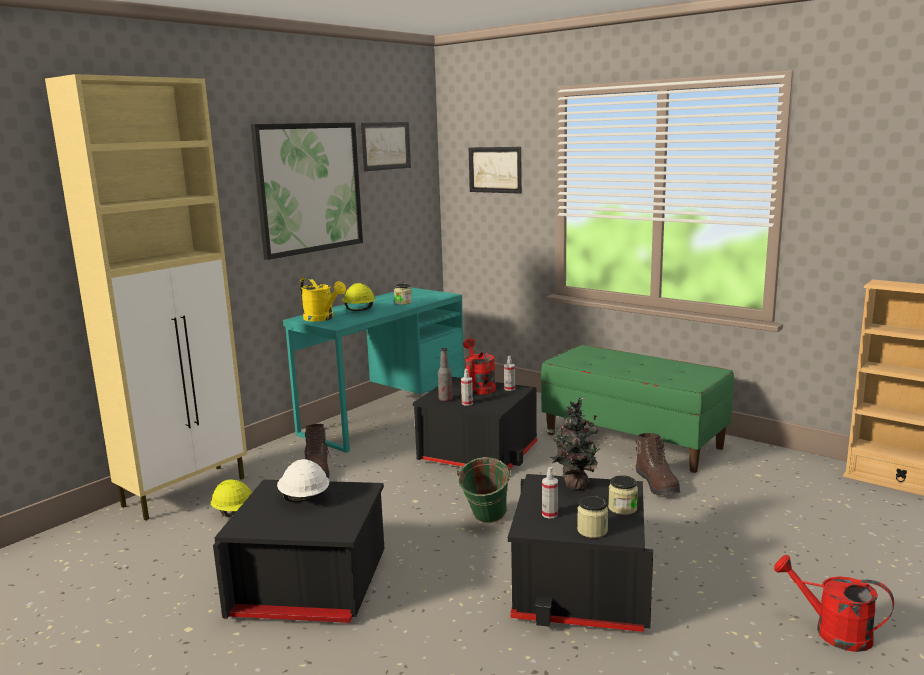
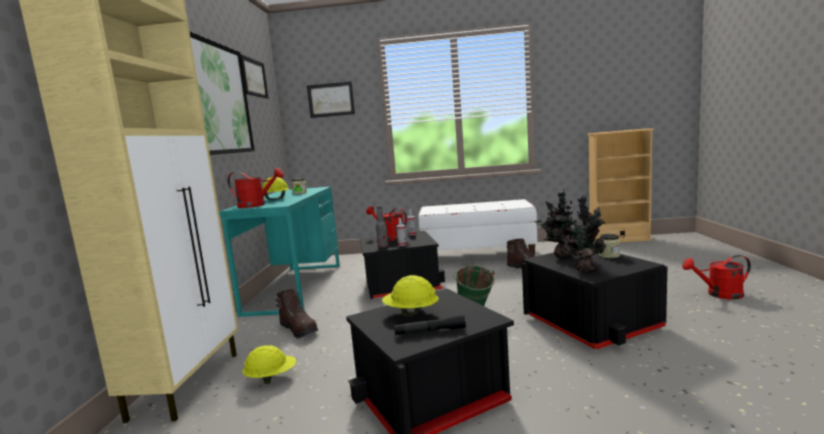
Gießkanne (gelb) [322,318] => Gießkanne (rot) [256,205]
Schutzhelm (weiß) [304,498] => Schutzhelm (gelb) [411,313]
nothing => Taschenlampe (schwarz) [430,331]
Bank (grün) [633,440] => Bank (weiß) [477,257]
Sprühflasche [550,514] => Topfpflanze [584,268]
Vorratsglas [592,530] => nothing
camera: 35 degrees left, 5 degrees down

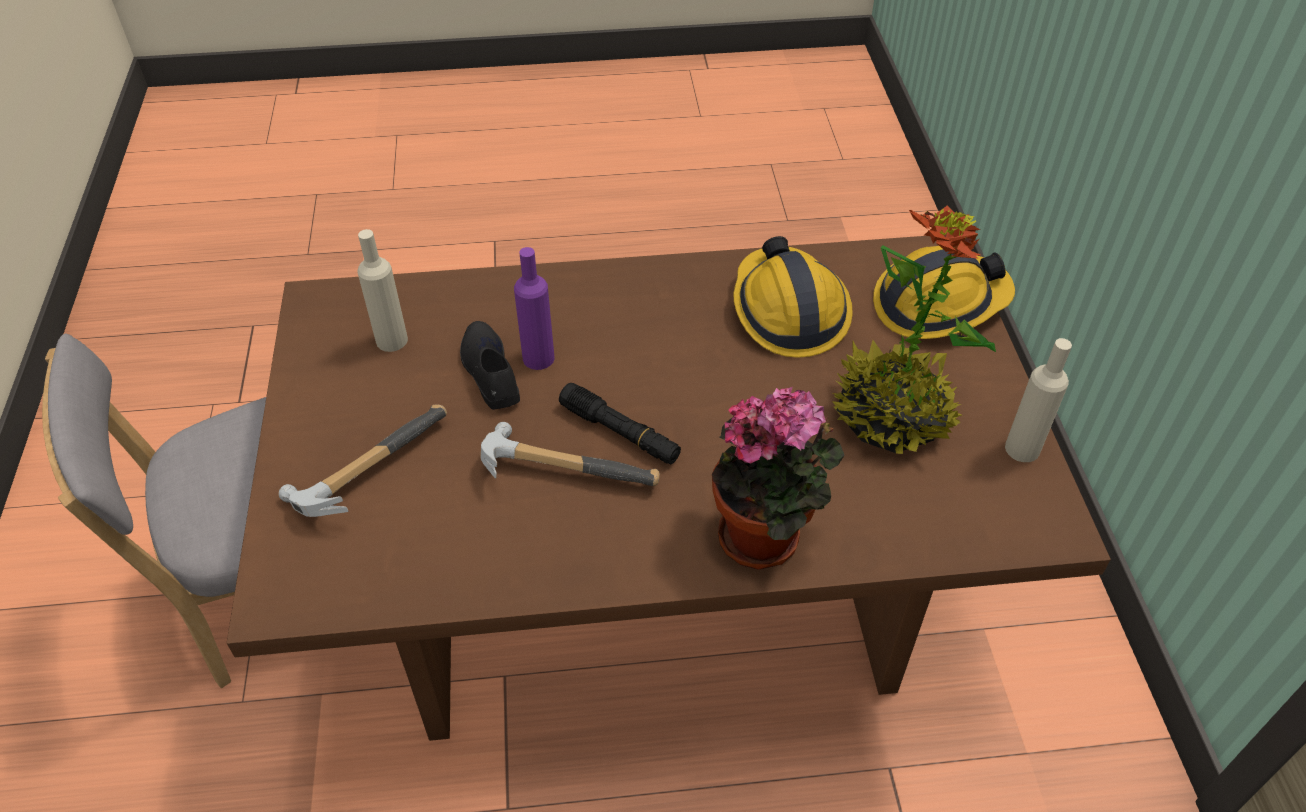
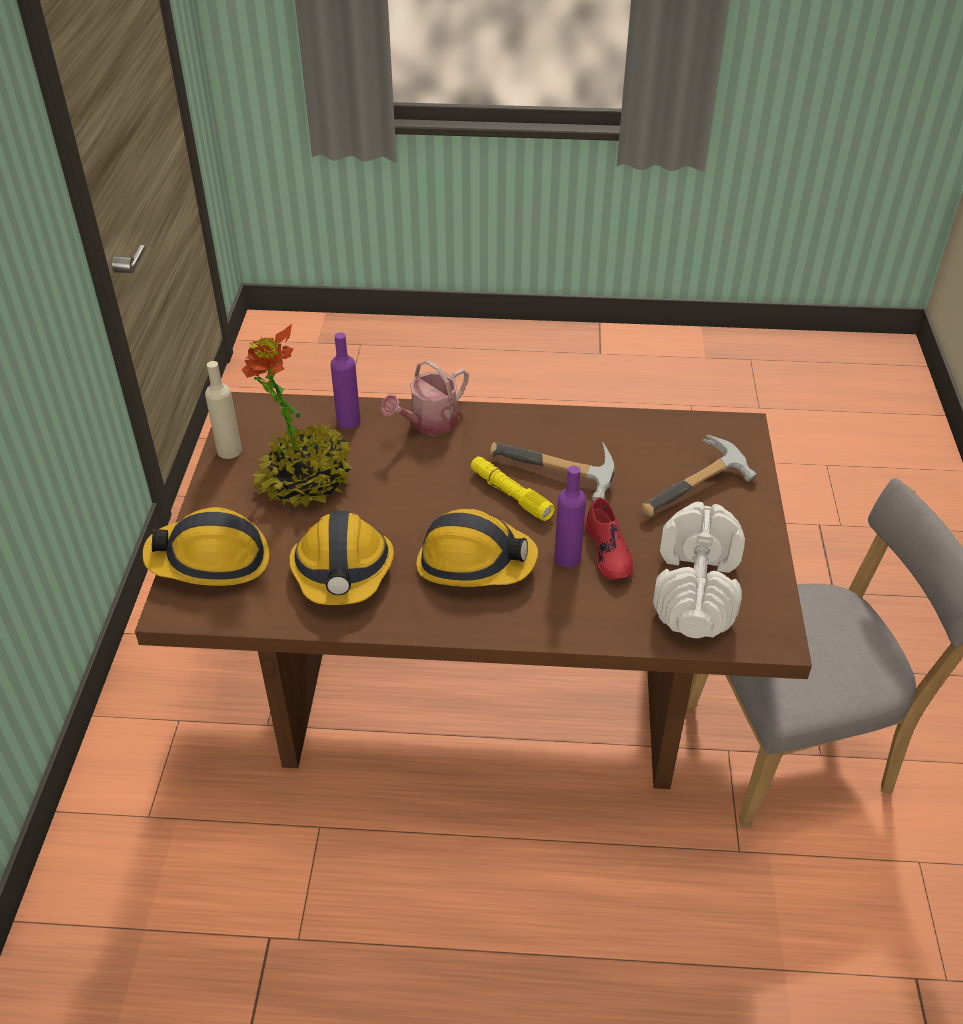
nothing => Flasche (lila) [348,421]
Topfpflanze [766,537] => Gießkanne [428,423]
nothing => Schutzhelm [474,562]
Taschenlampe (schwarz) [620,432] => Taschenlampe (gelb) [510,494]
Schuh (schwarz) [490,372] => Schuh (rot) [608,551]
Flasche (beige) [392,340] => Hantel (weiß) [695,589]
camera: 170 degrees left, 5 degrees down

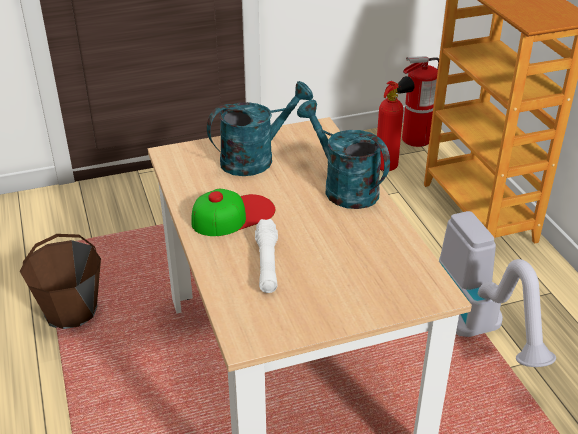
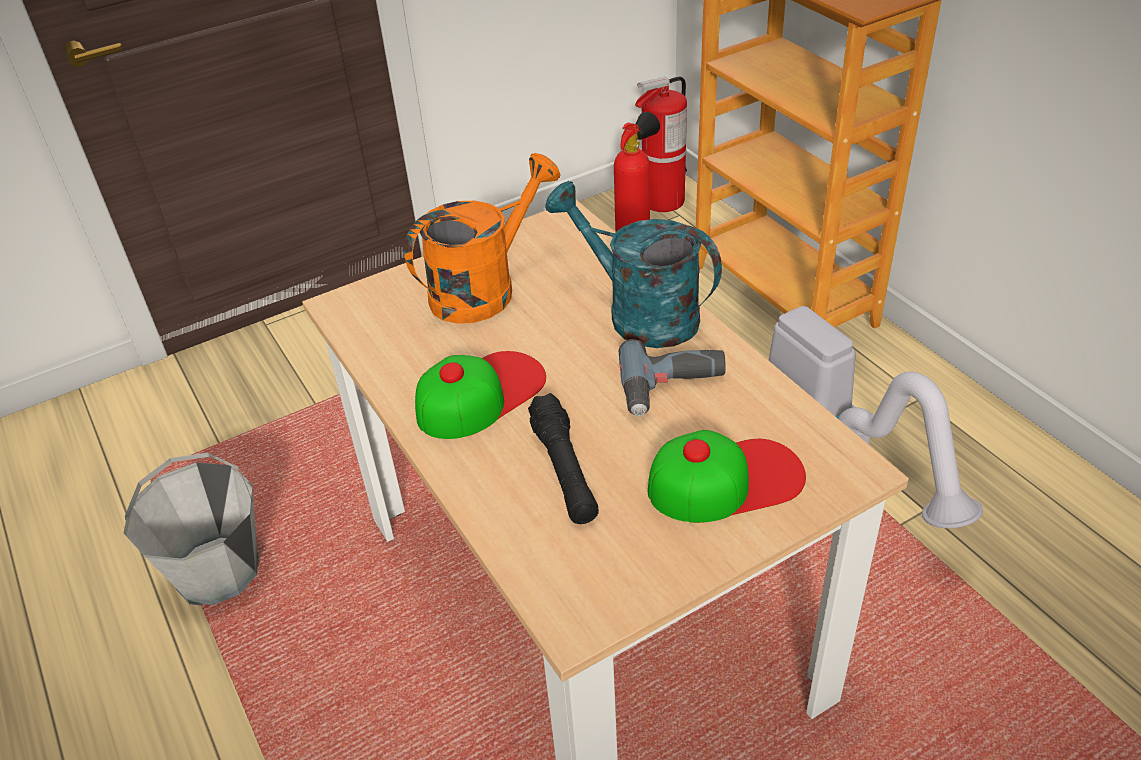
Eimer (braun) [71,311] => Eimer (grau) [218,572]
Gießkanne (türkis) [256,158] => Gießkanne (orange) [484,288]
Taschenlampe (weiß) [267,263] => Taschenlampe (schwarz) [564,469]
nothing => Bohrmaschine [673,388]
nothing => Kappe [726,480]
camera: 10 degrees left, 5 degrees up

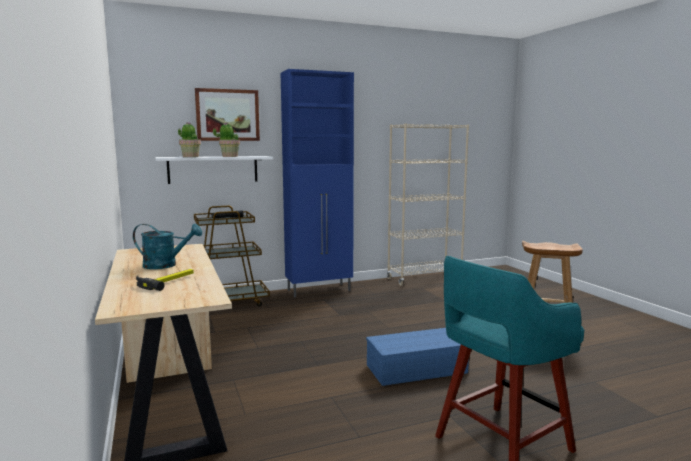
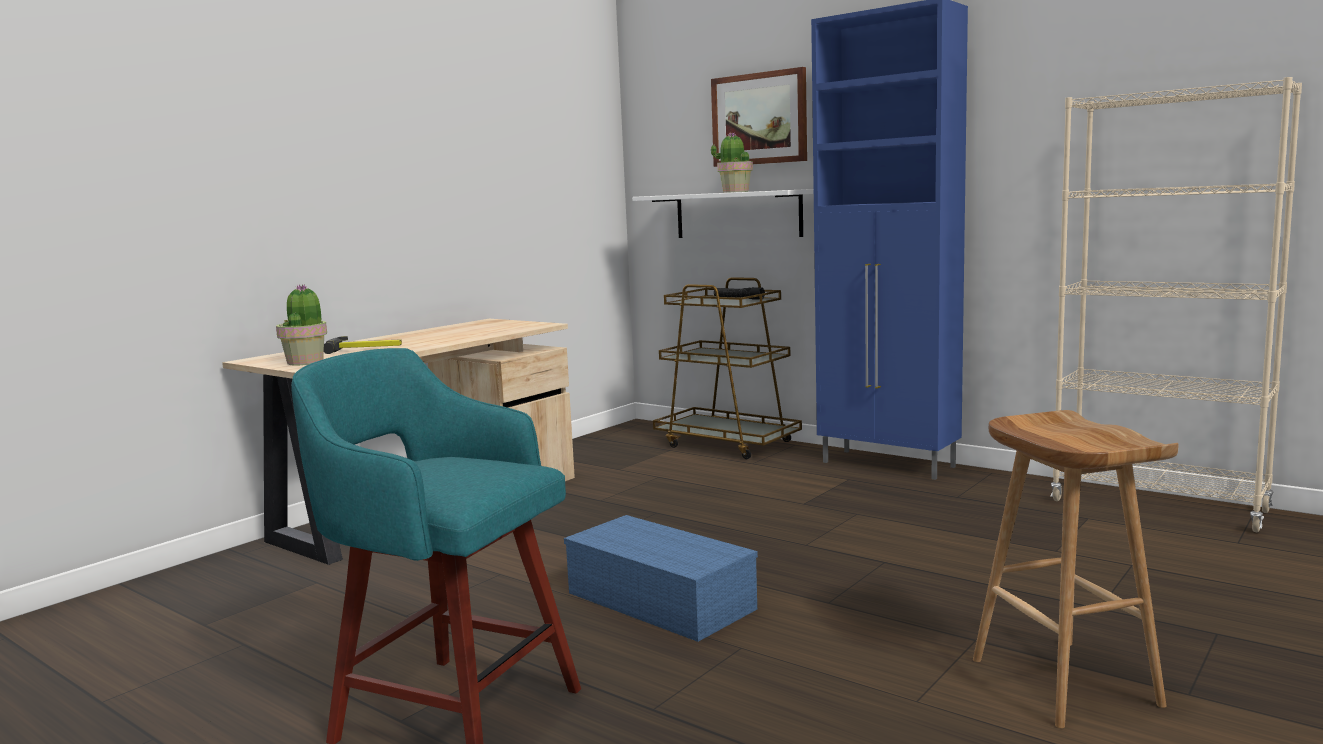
Topfpflanze [190,156] => Topfpflanze [306,362], moved
Gießkanne (türkis) [166,265] => nothing
camera: 60 degrees right, 0 degrees up

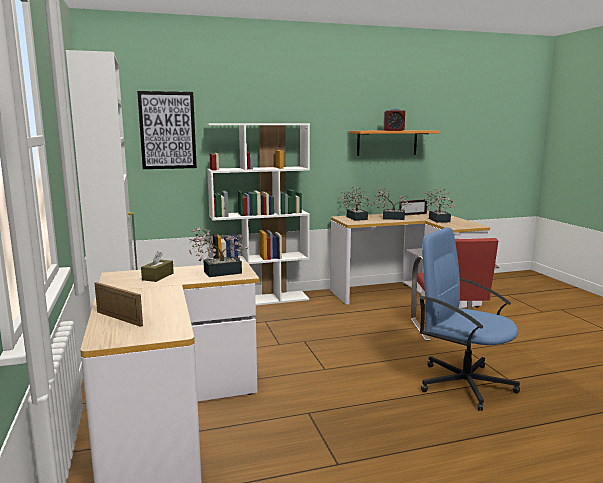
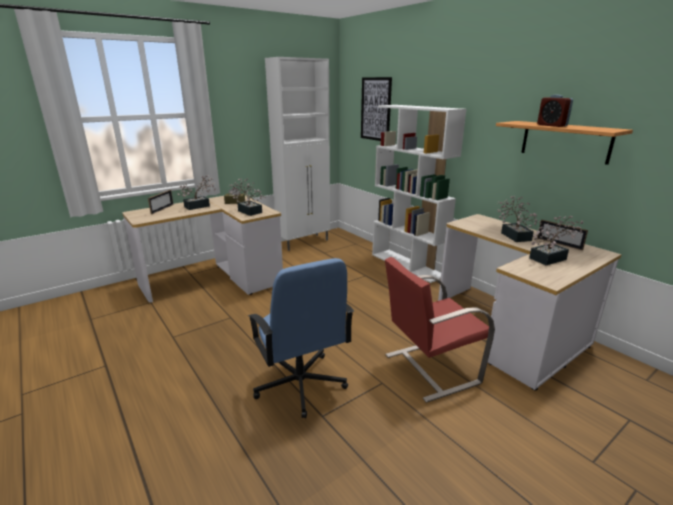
Topfpflanze [356,217] => Topfpflanze [200,206], moved
Bürostuhl (blau) [464,383] => Bürostuhl (blau) [300,384], 135 degrees clockwise
camera: 70 degrees right, 10 degrees up

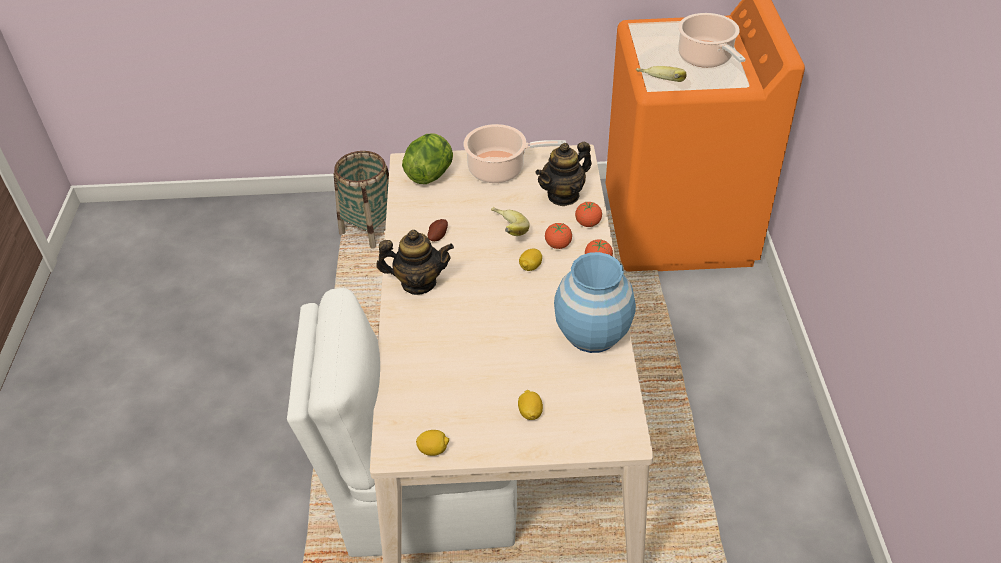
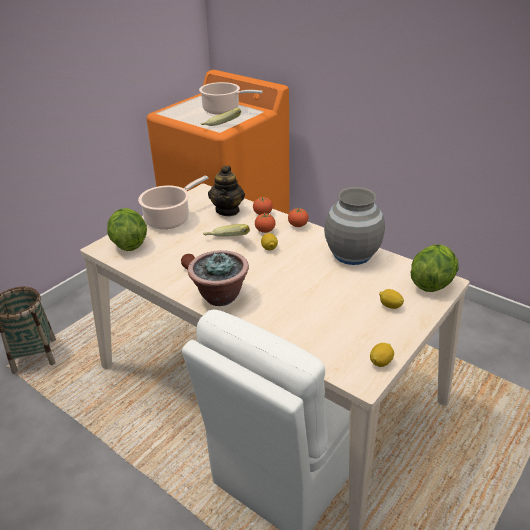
Teekanne [418,283] => Topfpflanze [220,296]
Vase (blau) [592,333] => Vase (grau) [352,254]
nothing => Salatkopf [431,283]
camera: 50 degrees left, 10 degrees down

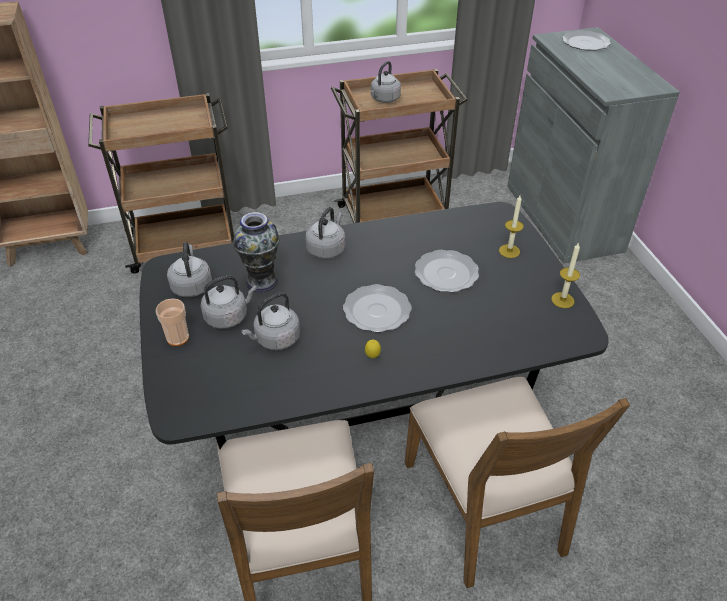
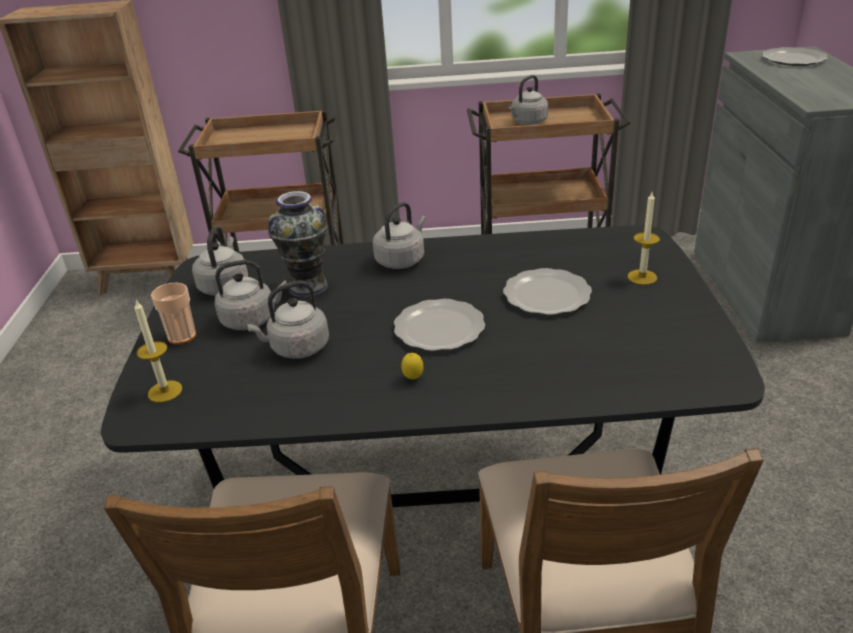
Kerze [562,300] => Kerze [165,391], moved
camera: 15 degrees right, 10 degrees down

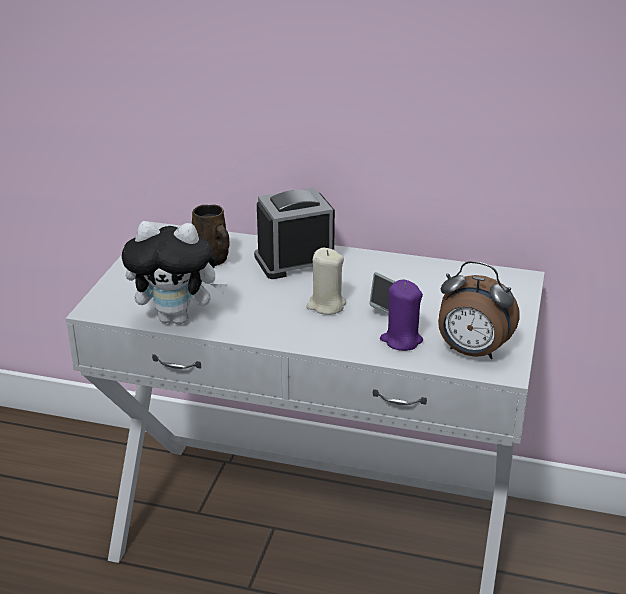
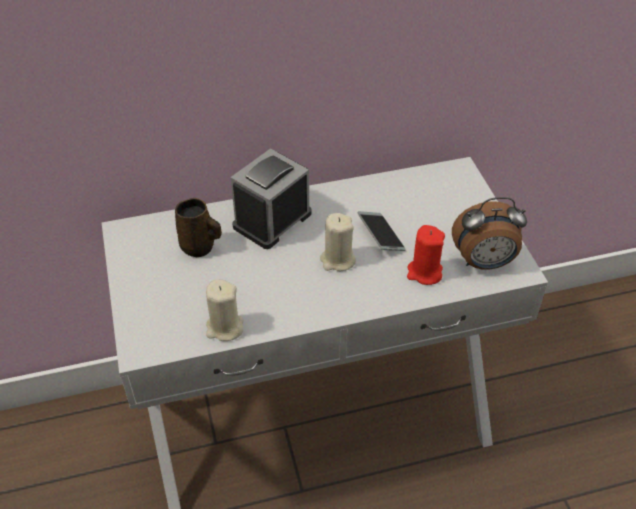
Plüschtier [178,318] => Kerze (beige) [224,328]
Kerze (lila) [401,340] => Kerze (rot) [424,273]
camera: 30 degrees left, 15 degrees up

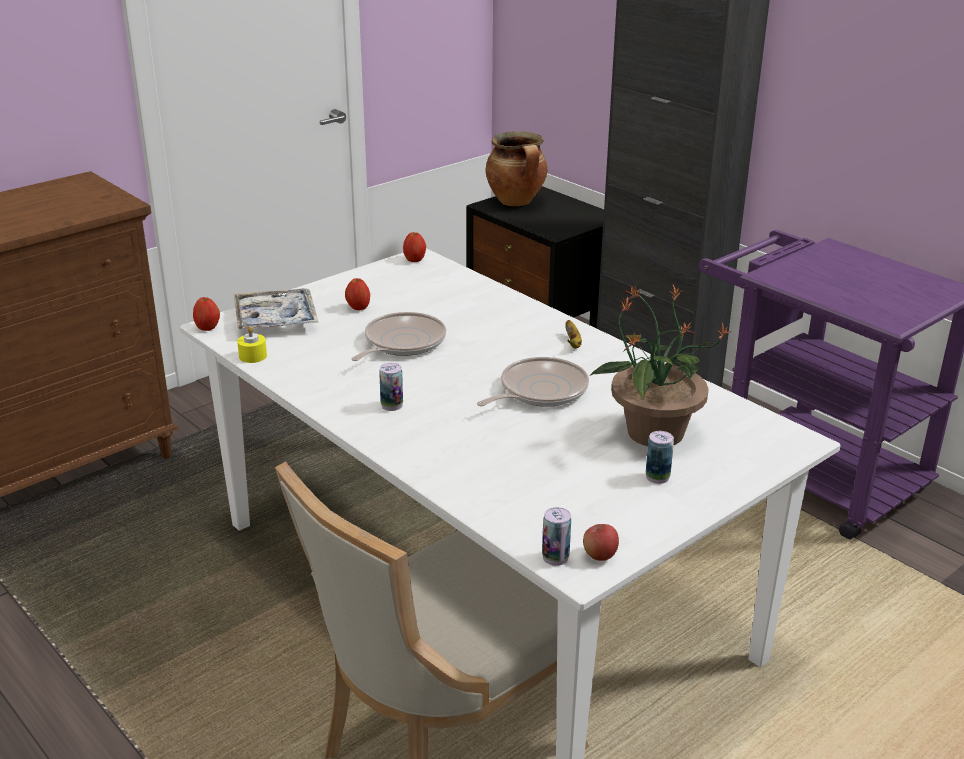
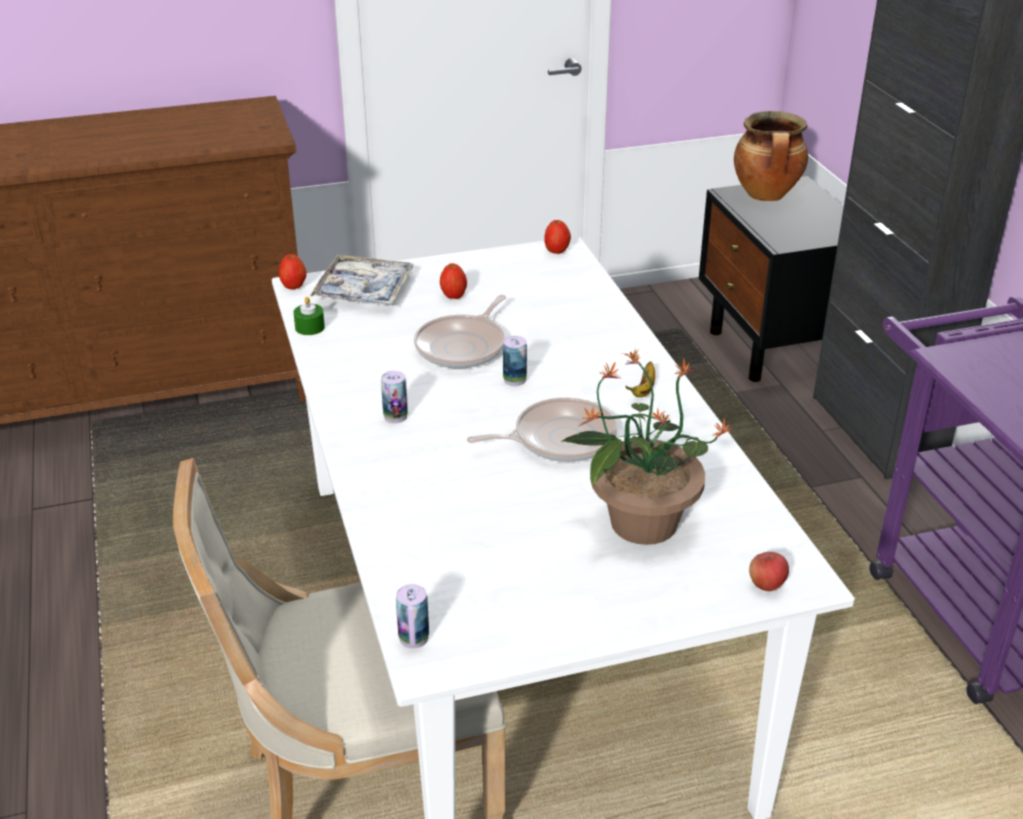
Kerze (gelb) [253,356] => Kerze (grün) [310,327]
Pfanne [401,343] => Pfanne [463,346], 150 degrees clockwise
Dose [657,477] => Dose [514,380], moved
Apfel [600,555] => Apfel [766,584], moved
camera: 25 degrees right, 5 degrees up

